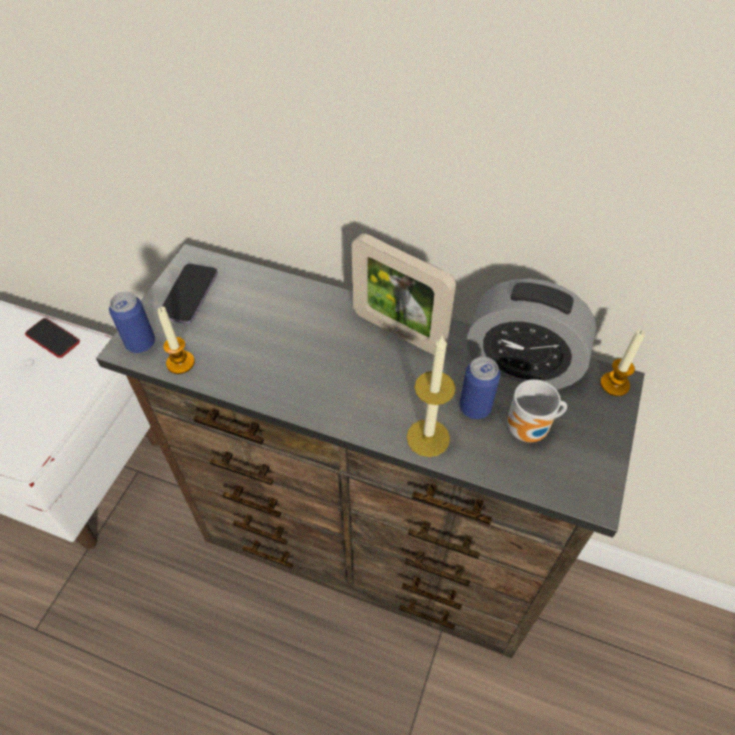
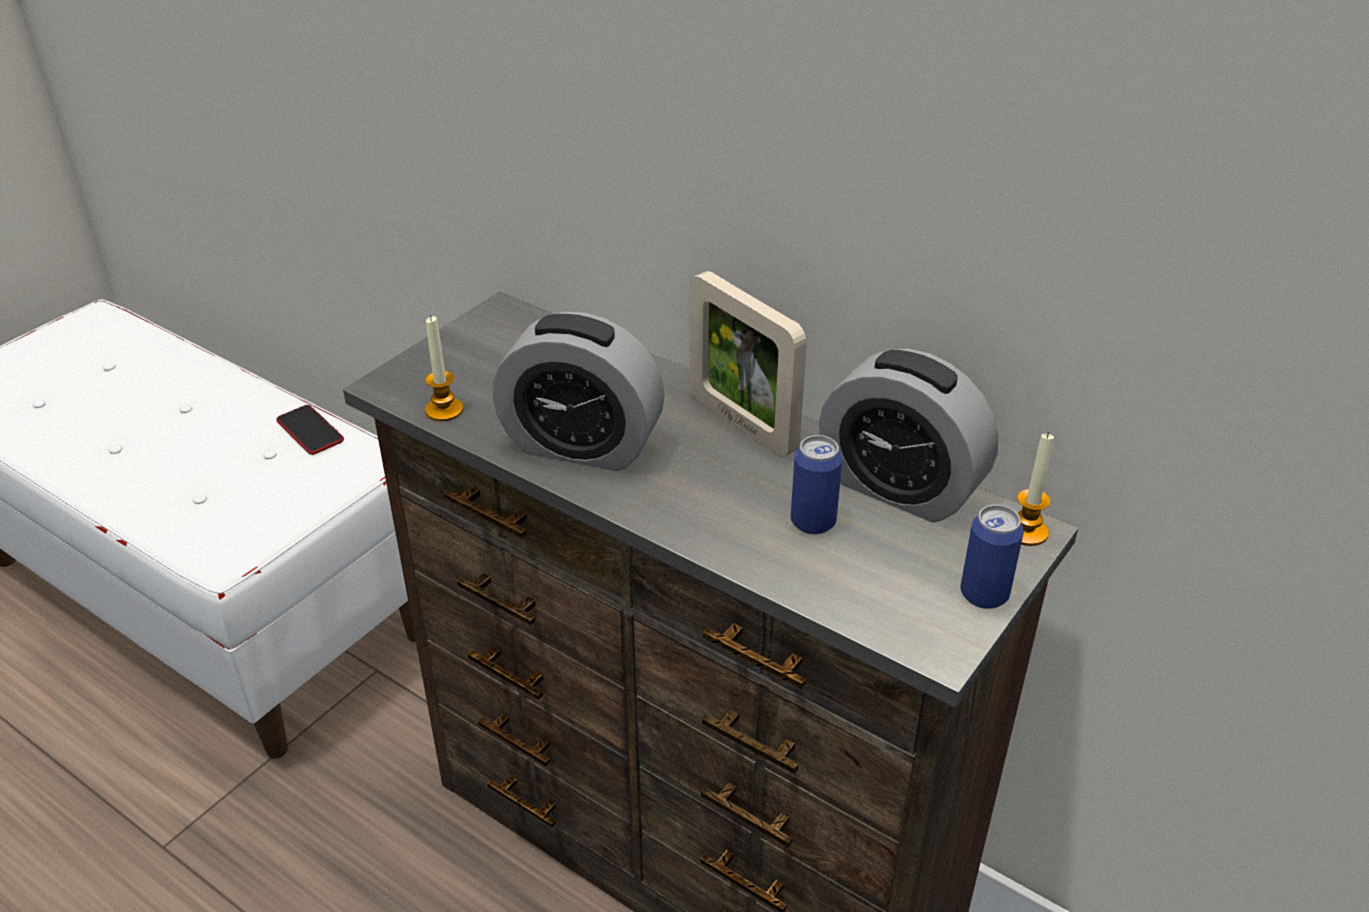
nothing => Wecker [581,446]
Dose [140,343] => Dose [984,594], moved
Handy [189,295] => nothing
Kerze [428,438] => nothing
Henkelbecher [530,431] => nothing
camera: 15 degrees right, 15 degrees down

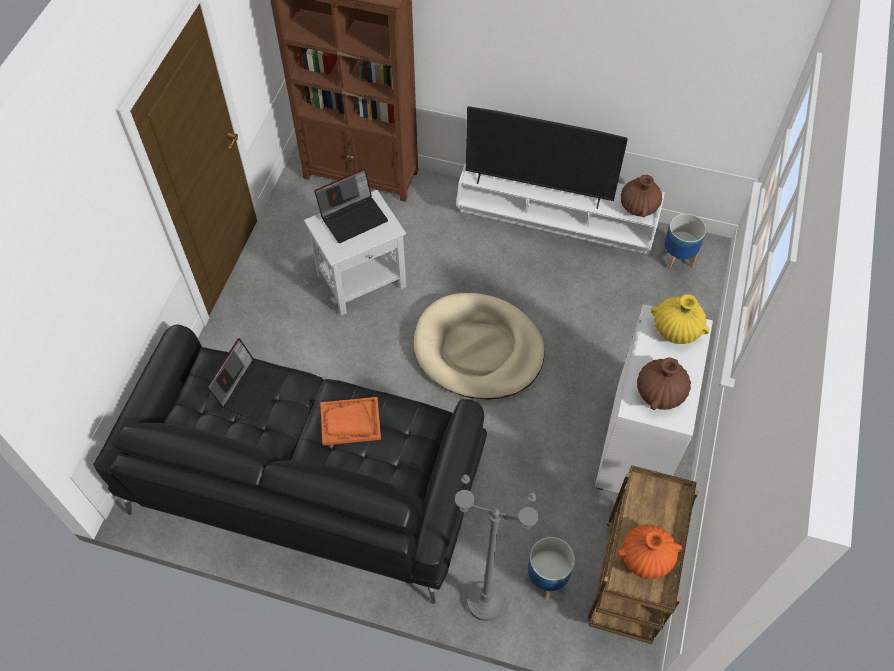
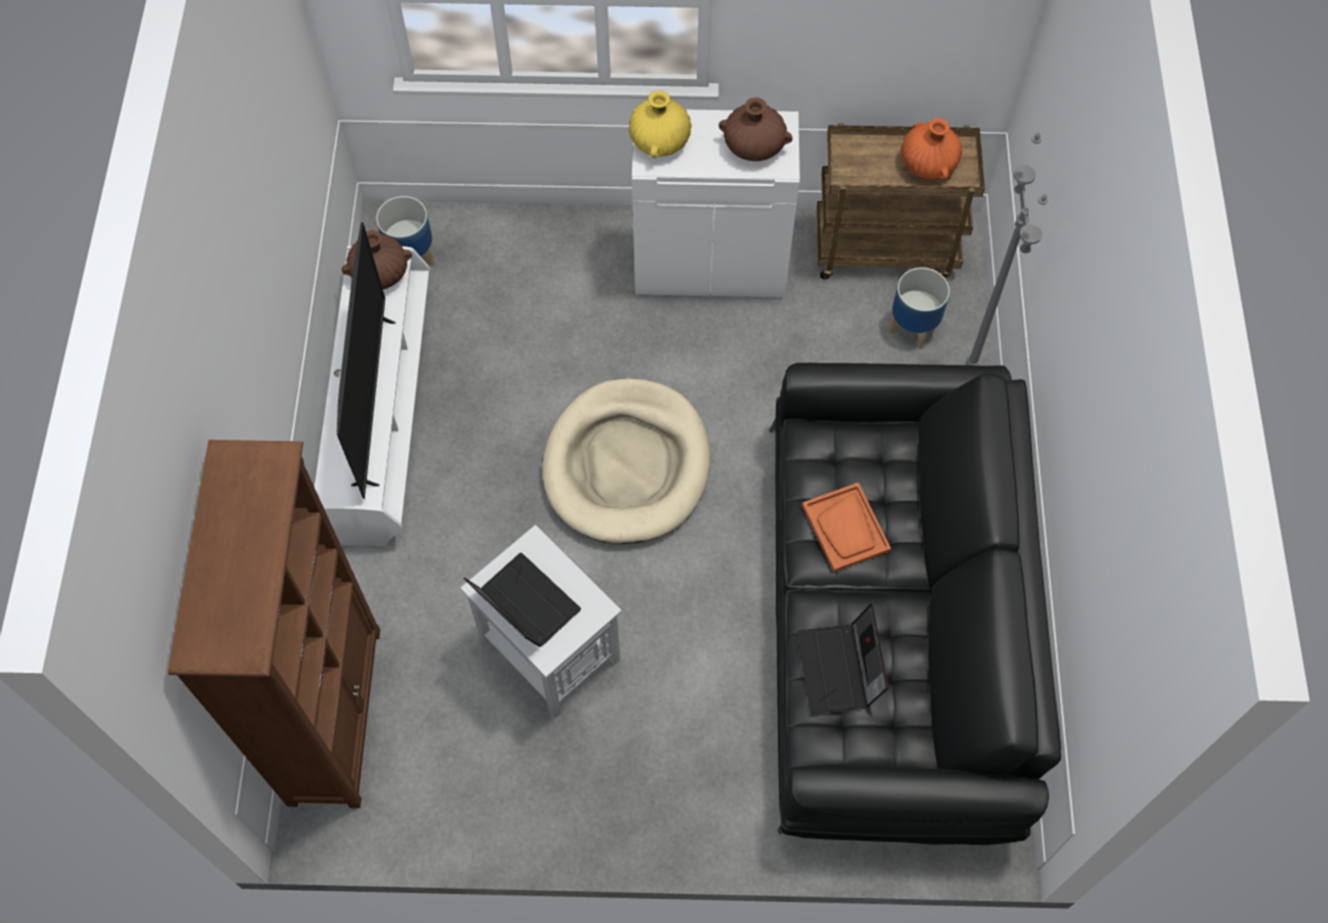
Laptop [251,389] => Laptop [840,670], 105 degrees counterclockwise
camera: 105 degrees left, 5 degrees up

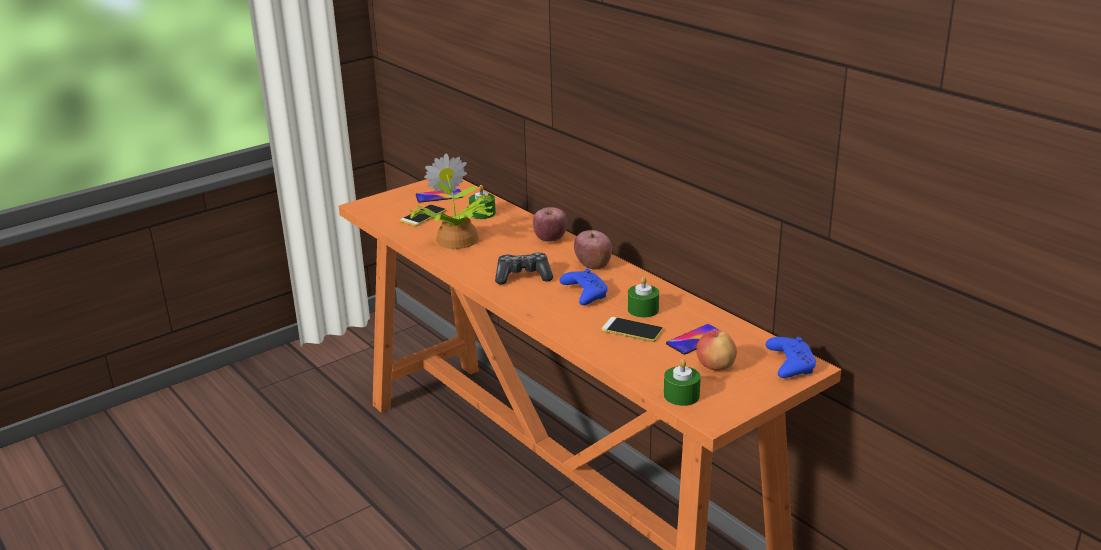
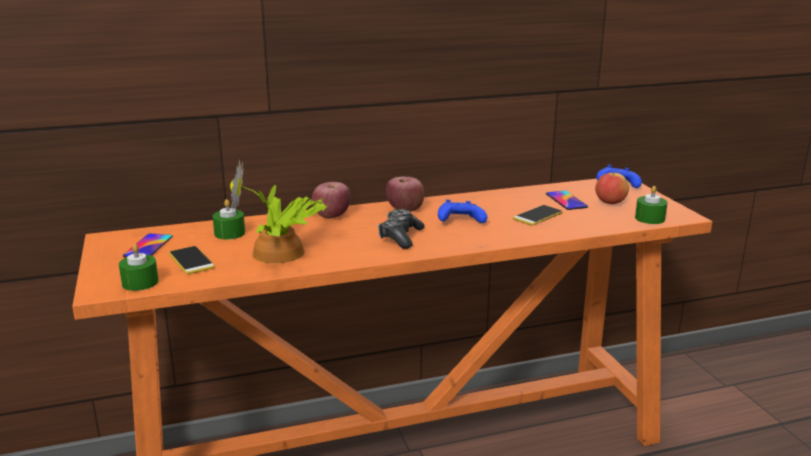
Kerze (grün) [643,309] => Kerze (grün) [140,282], moved
camera: 70 degrees left, 5 degrees down

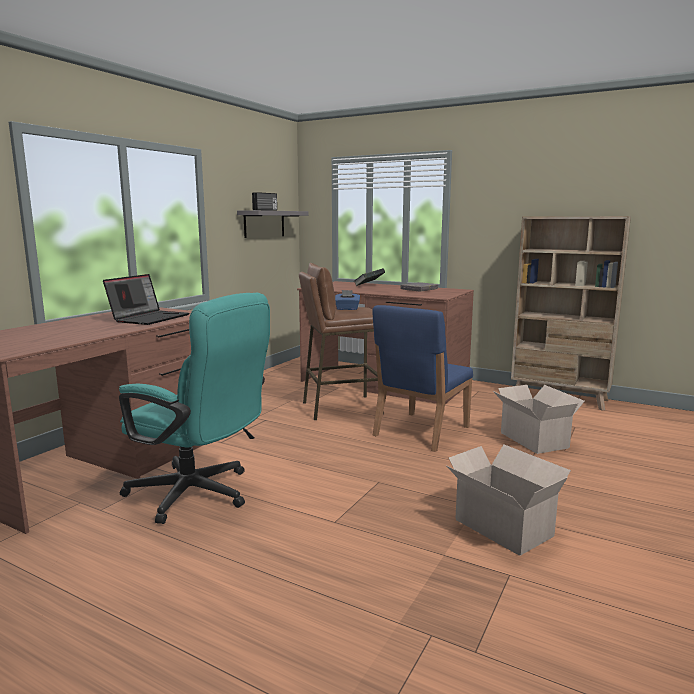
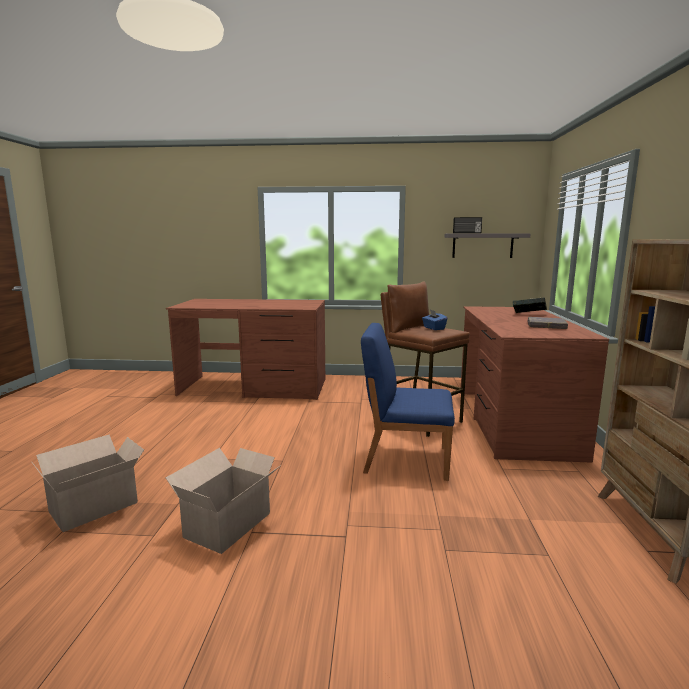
Karton [533,439] => Karton [96,506], moved
Laptop [149,318] => nothing
Bürostuhl (türkis) [199,495] => nothing
camera: 65 degrees right, 0 degrees up

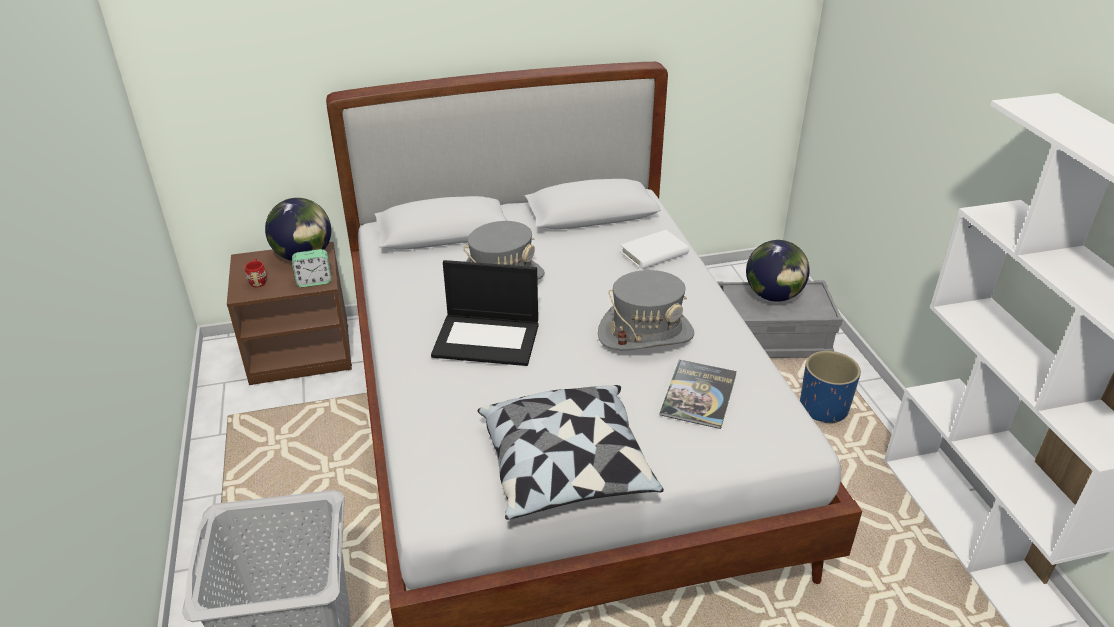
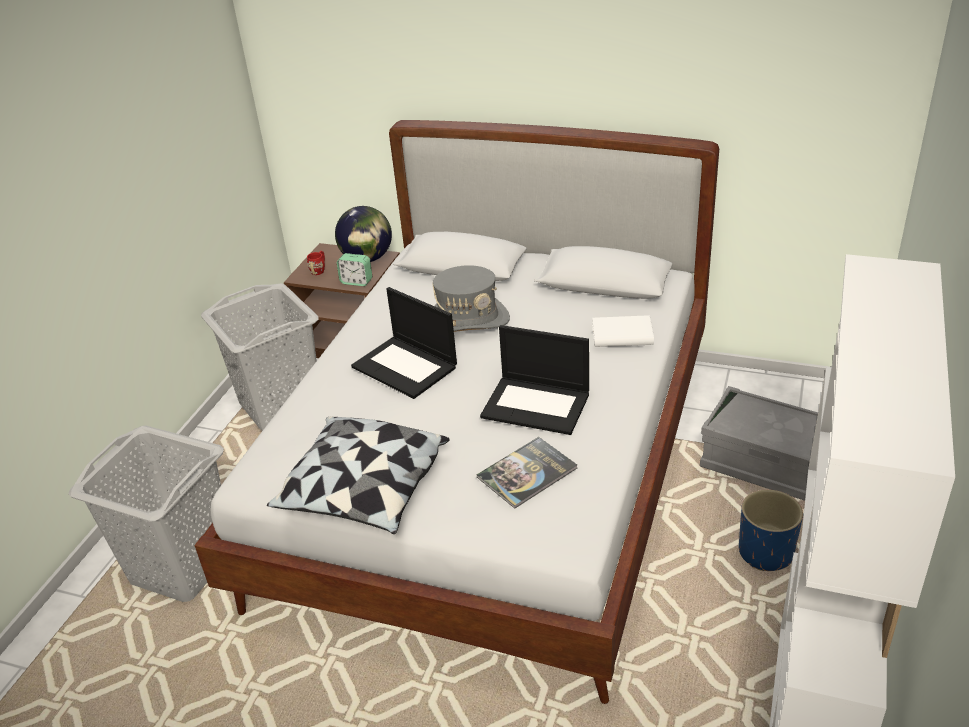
nothing => Wäschekorb (grau) [280,406]
Hut (grau) [645,333] => Laptop [537,405]
Globus [773,296] => nothing
camera: 35 degrees right, 0 degrees up

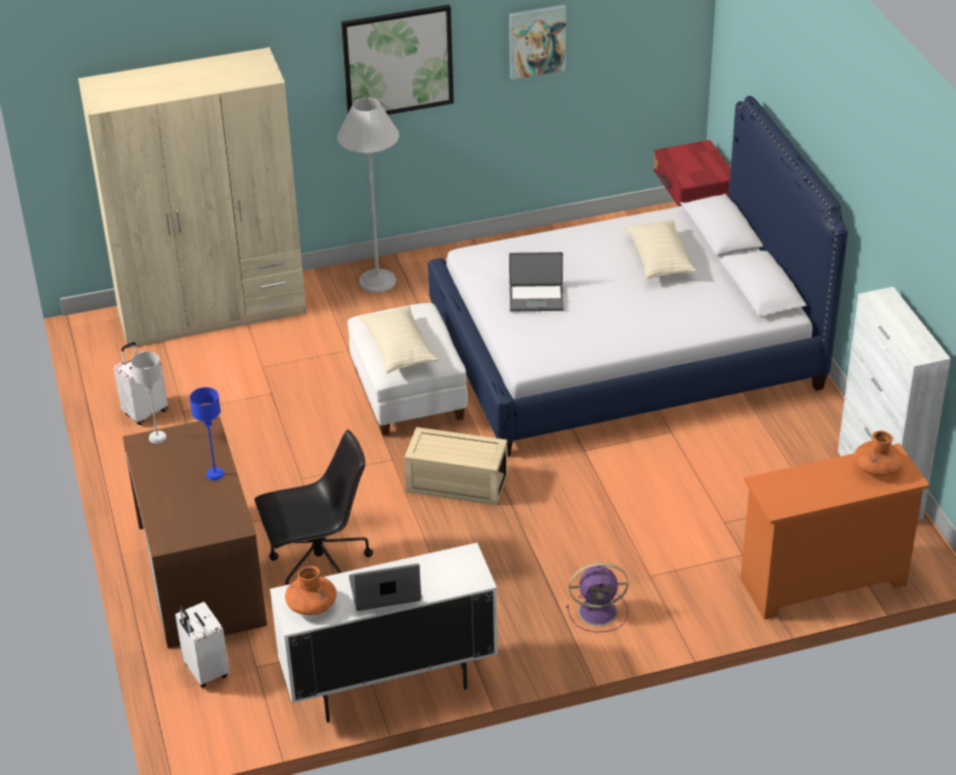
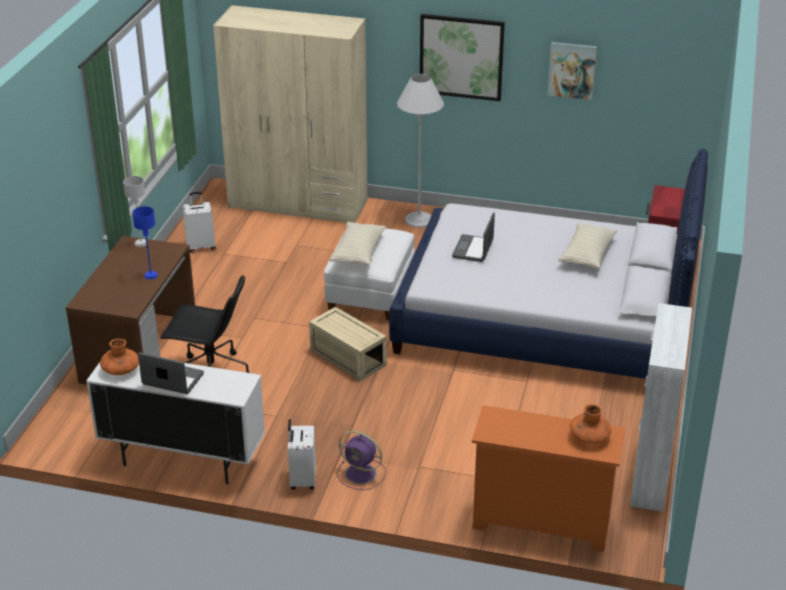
Koffer (weiß) [205,671] => Koffer (weiß) [302,480], moved
Laptop [536,298] => Laptop [473,249], 75 degrees clockwise
camera: 30 degrees right, 5 degrees down

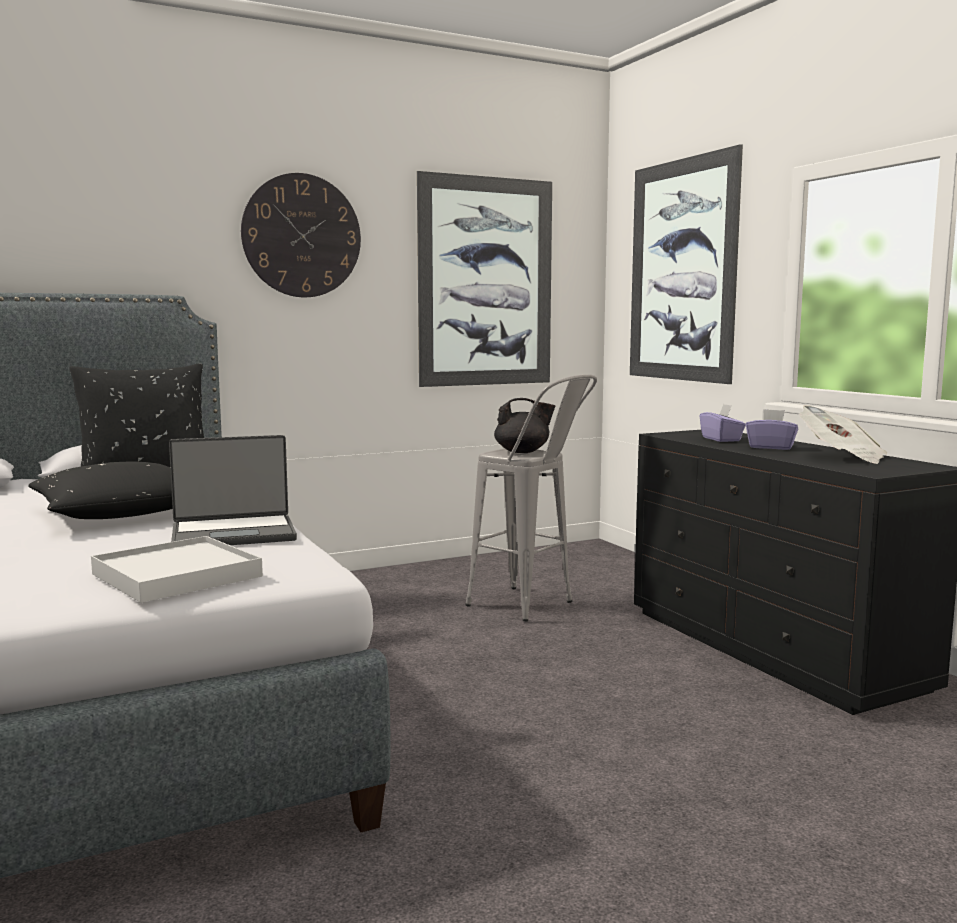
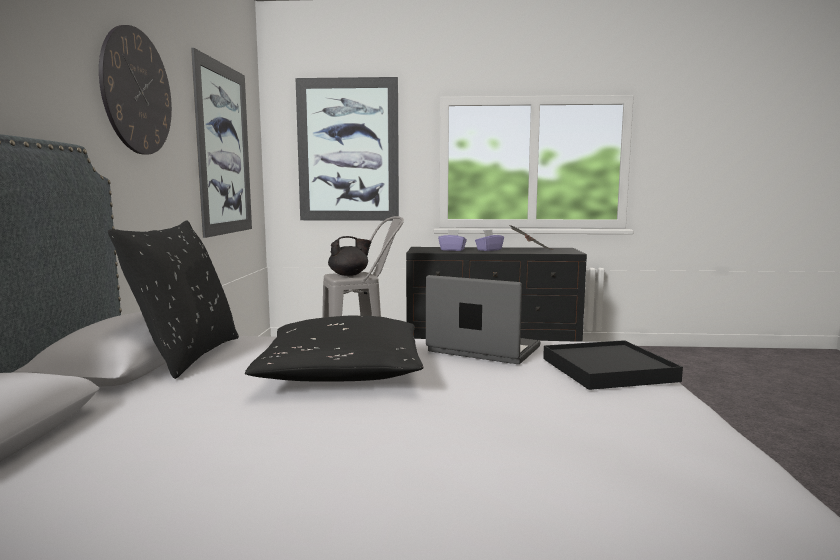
Teekanne (schwarz) [523,452] => Teekanne (schwarz) [349,275], 45 degrees clockwise
Laptop [234,534] => Laptop [483,350], 75 degrees counterclockwise
Tablett (weiß) [177,575] => Tablett (schwarz) [607,369]
camera: 60 degrees left, 0 degrees up

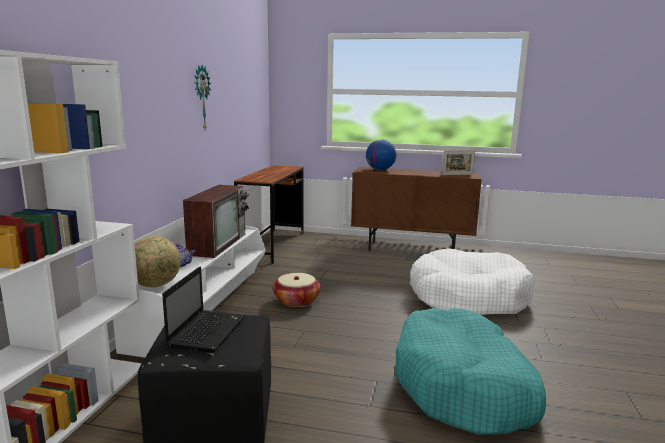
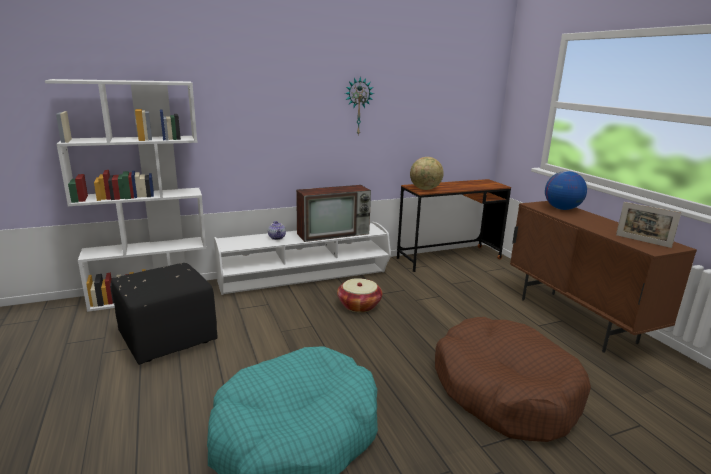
Globus [156,285] => Globus [425,189], moved
Hundebett (weiß) [468,297] => Hundebett (braun) [504,390]
Laptop [208,331] => nothing
camera: 55 degrees right, 5 degrees up

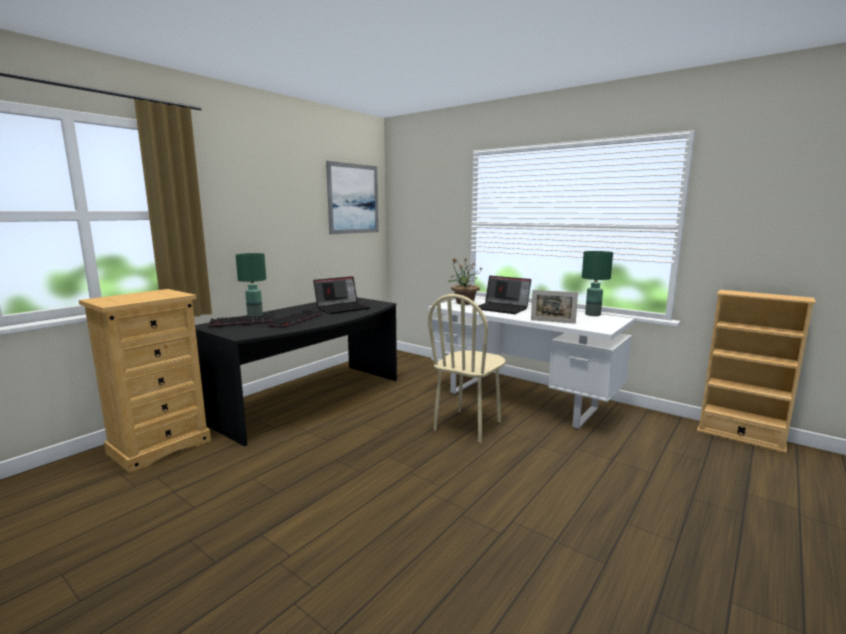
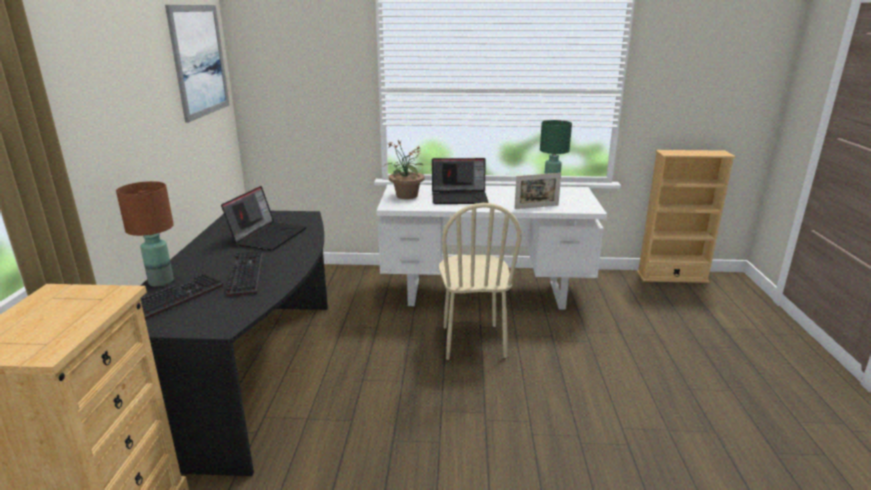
Tischlampe (grün) [254,315] => Tischlampe (braun) [160,282]
camera: 35 degrees left, 10 degrees up

